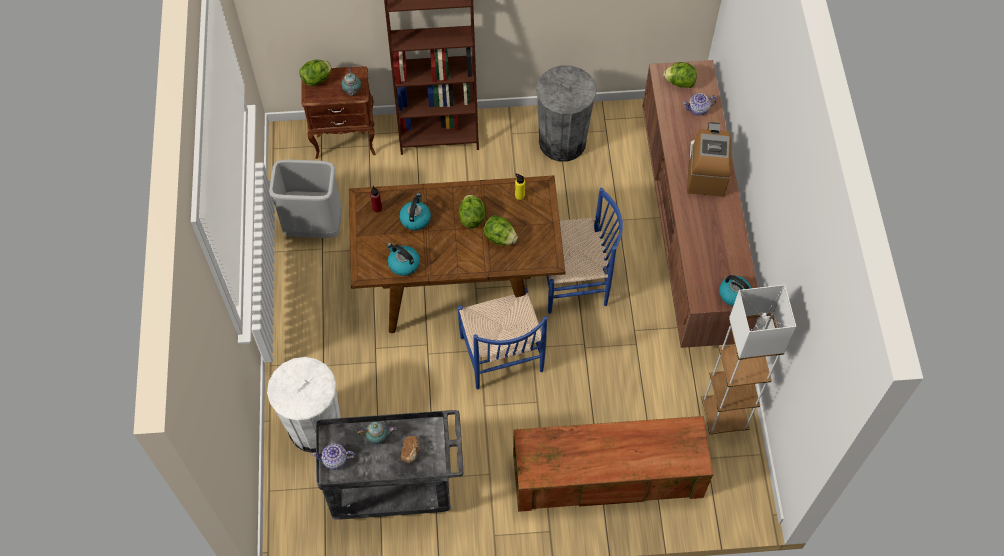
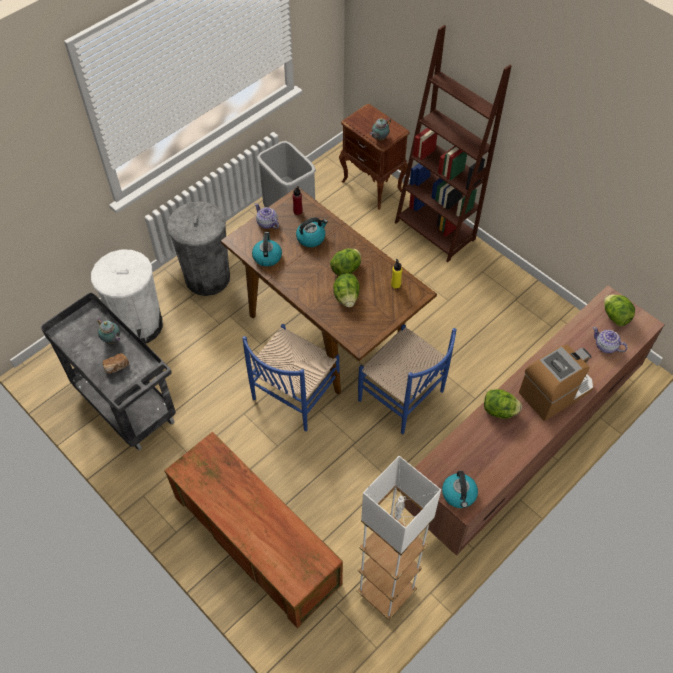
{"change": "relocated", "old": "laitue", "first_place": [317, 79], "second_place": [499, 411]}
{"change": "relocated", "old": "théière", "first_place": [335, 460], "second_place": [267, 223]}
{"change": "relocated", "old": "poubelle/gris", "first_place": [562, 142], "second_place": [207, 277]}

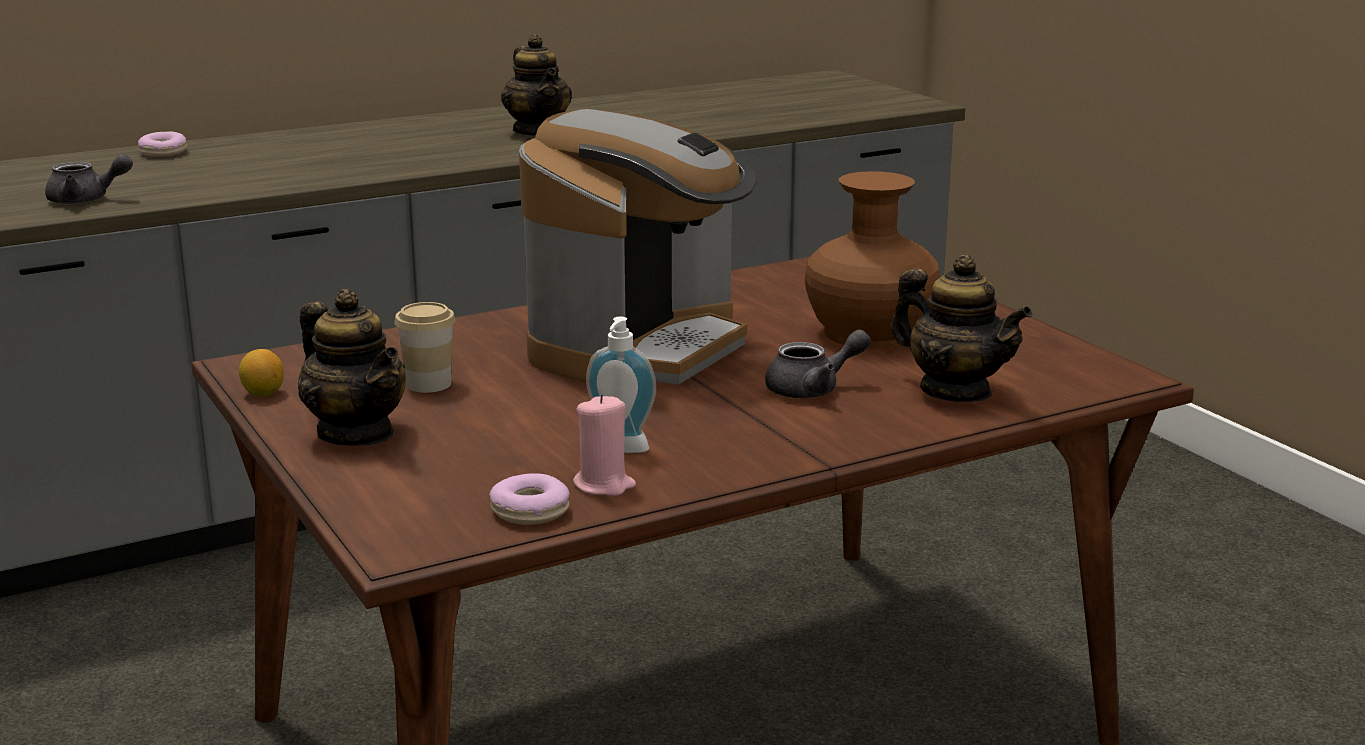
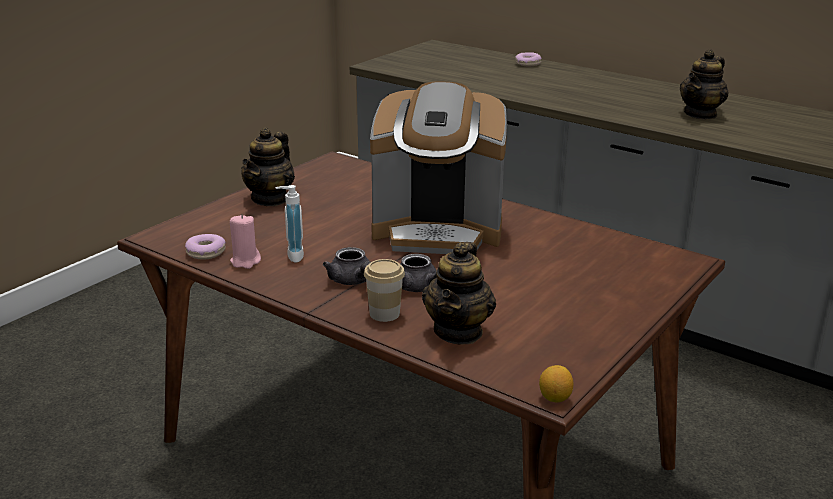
{"change": "missing", "old": "vase/marron", "first_place": [869, 332]}
{"change": "relocated", "old": "théière/gris", "first_place": [86, 200], "second_place": [353, 281]}
{"change": "relocated", "old": "citron", "first_place": [263, 393], "second_place": [554, 398]}
{"change": "relocated", "old": "tasse", "first_place": [428, 384], "second_place": [384, 314]}

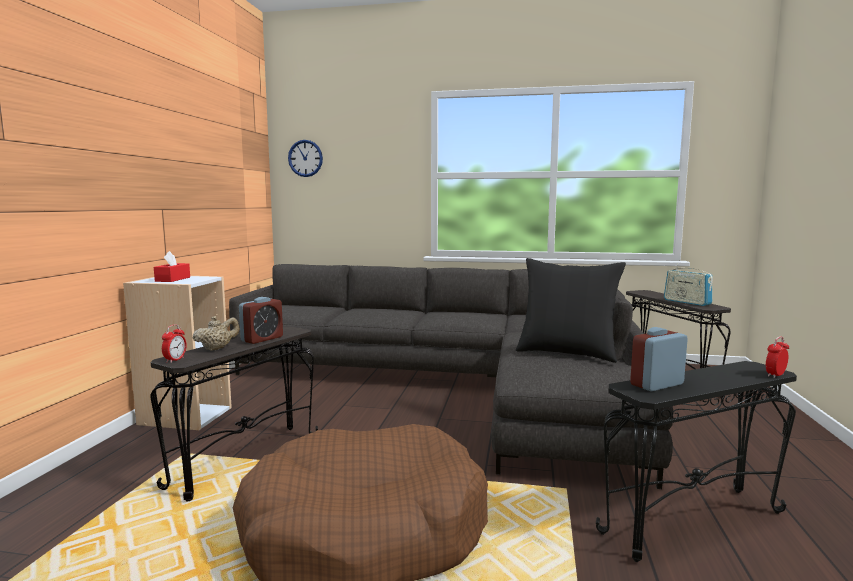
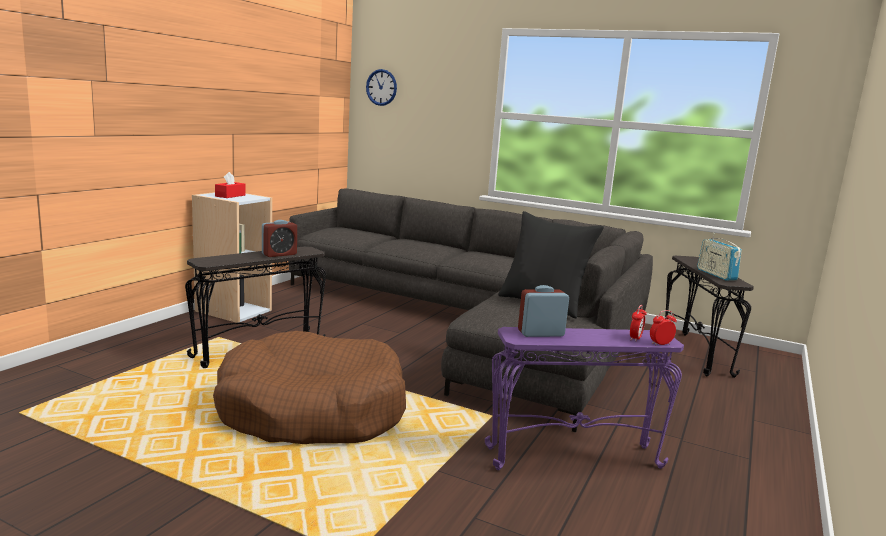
{"change": "missing", "old": "théière/beige", "first_place": [217, 348]}
{"change": "relocated", "old": "réveil", "first_place": [175, 360], "second_place": [635, 338]}
{"change": "colour", "old": "table d'appoint/noir", "new": "table d'appoint/violet", "first_place": [692, 523], "second_place": [574, 458]}

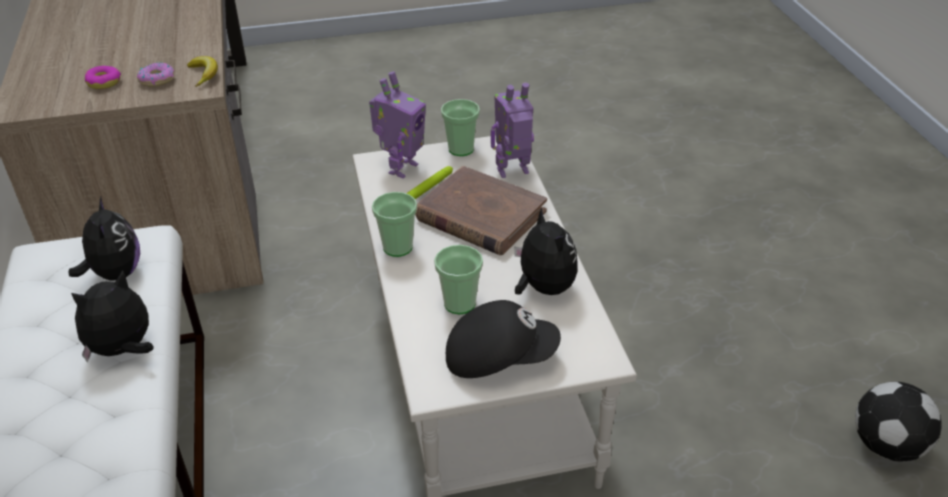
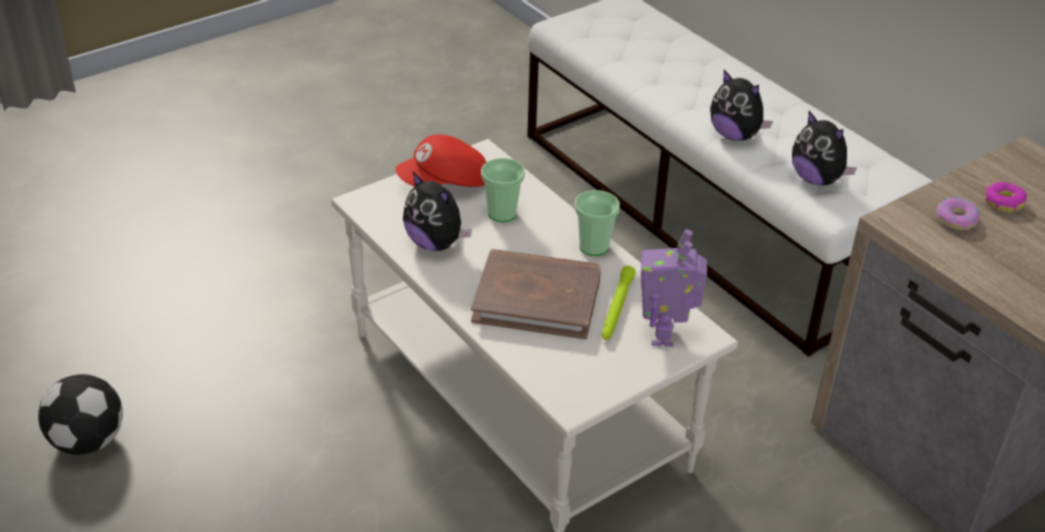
{"change": "missing", "old": "banane", "first_place": [204, 74]}
{"change": "missing", "old": "tasse", "first_place": [461, 149]}
{"change": "missing", "old": "robot jouet", "first_place": [513, 172]}
{"change": "colour", "old": "casquette/noir", "new": "casquette/rouge", "first_place": [499, 356], "second_place": [445, 184]}
{"change": "spun", "old": "peluche", "first_place": [123, 350], "second_place": [735, 135], "degrees": 105}

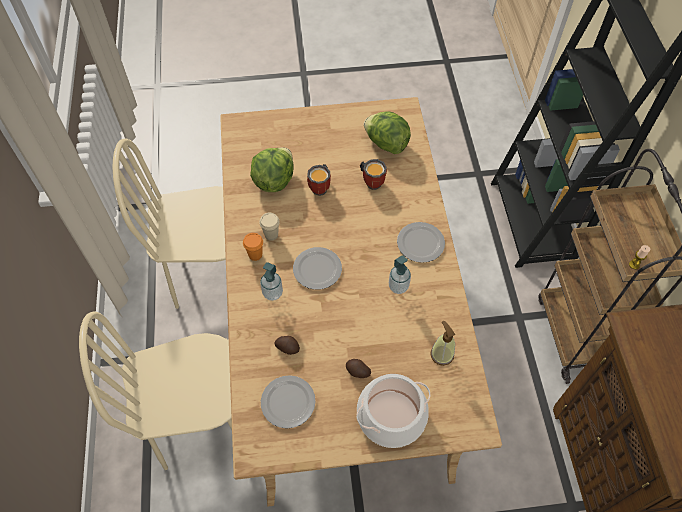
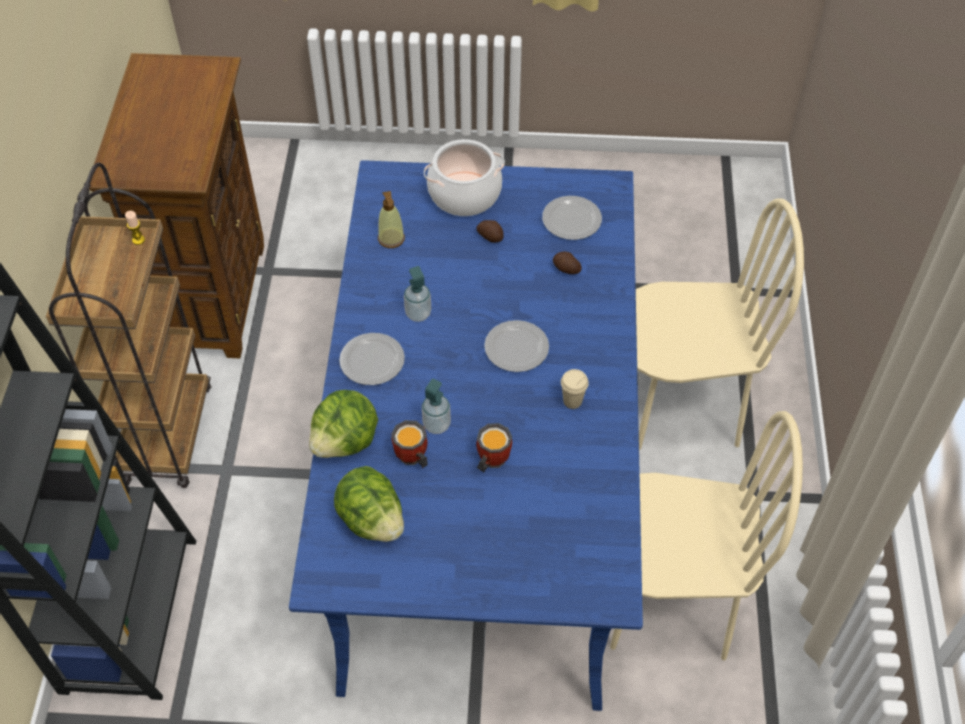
{"change": "missing", "old": "tasse/orange", "first_place": [255, 255]}
{"change": "relocated", "old": "laitue", "first_place": [273, 180], "second_place": [346, 441]}
{"change": "relocated", "old": "distributeur de savon", "first_place": [272, 293], "second_place": [436, 425]}
{"change": "colour", "old": "table à manger/beige", "new": "table à manger/bleu", "first_place": [342, 333], "second_place": [480, 486]}

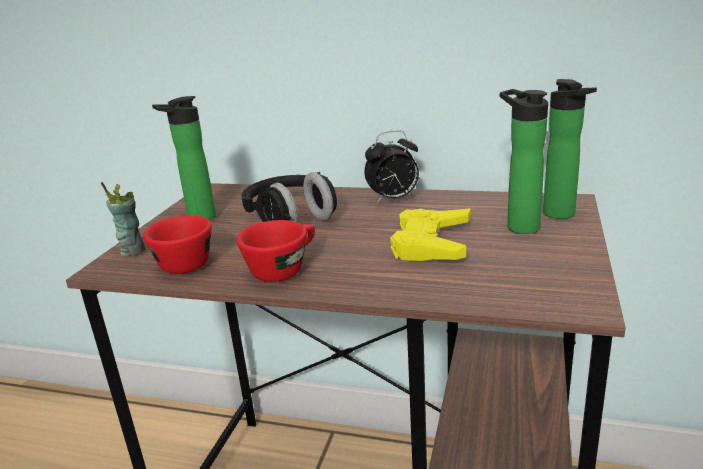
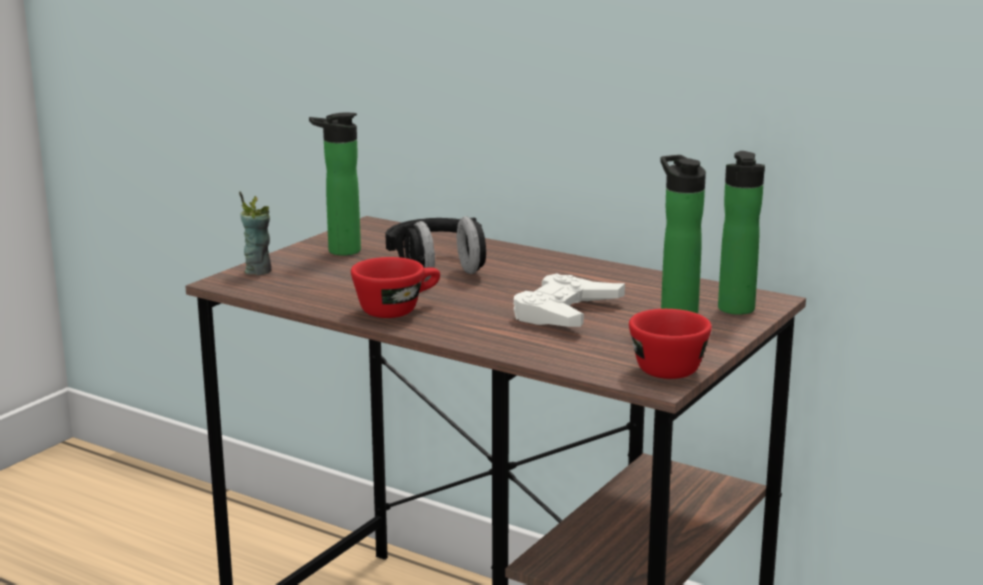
{"change": "missing", "old": "réveil", "first_place": [393, 199]}
{"change": "relocated", "old": "tasse/rouge", "first_place": [183, 262], "second_place": [665, 366]}
{"change": "colour", "old": "manette/jaune", "new": "manette/blanc", "first_place": [431, 243], "second_place": [565, 312]}

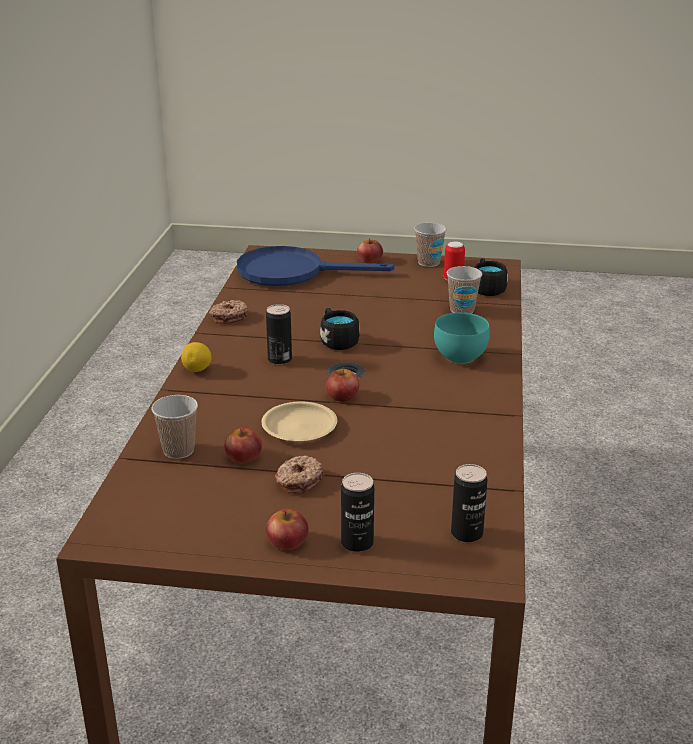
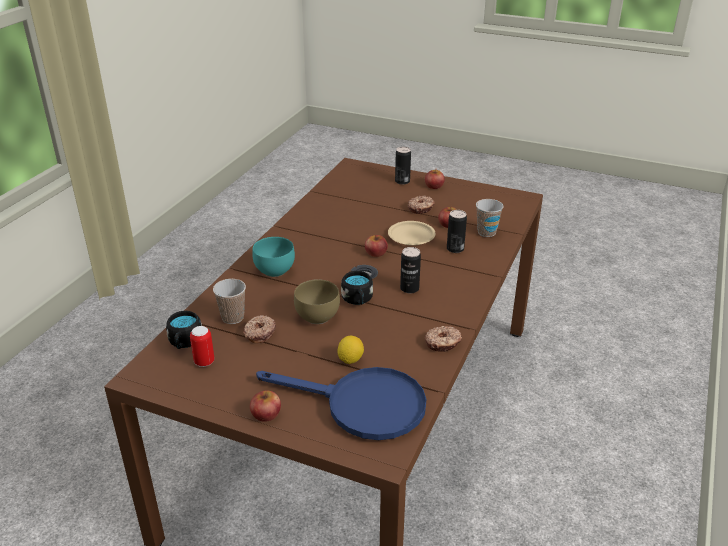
{"change": "missing", "old": "tasse", "first_place": [428, 263]}
{"change": "appeared", "new": "beignet", "second_place": [259, 333]}
{"change": "appeared", "new": "bol/marron", "second_place": [317, 316]}
{"change": "relocated", "old": "citron", "first_place": [197, 370], "second_place": [350, 359]}
{"change": "relocated", "old": "boîte métallique", "first_place": [466, 534], "second_place": [455, 249]}

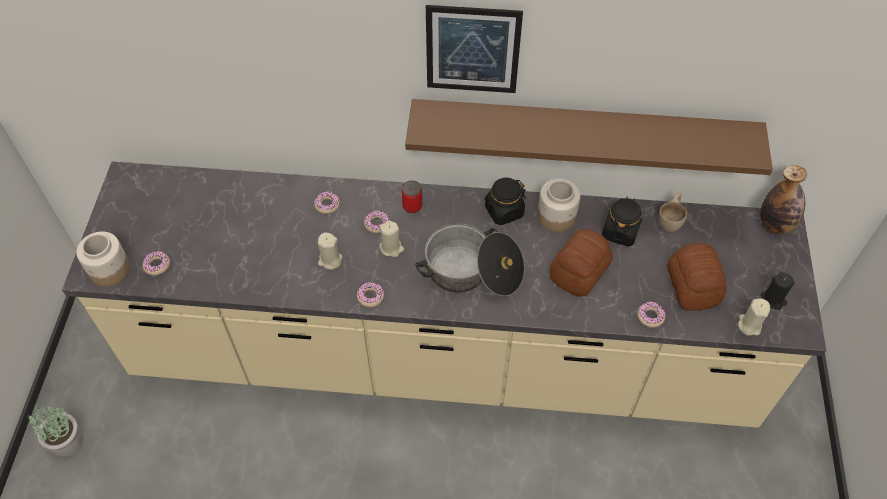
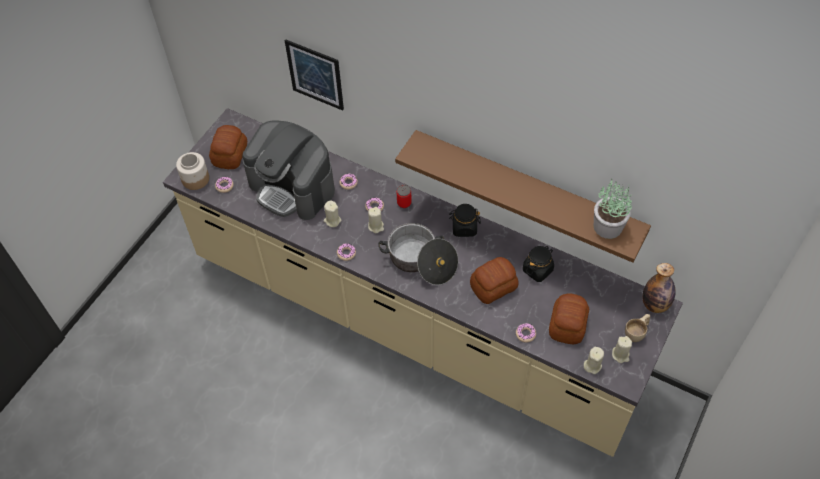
{"change": "missing", "old": "bocal", "first_place": [557, 216]}
{"change": "appeared", "new": "pain", "second_place": [231, 154]}
{"change": "appeared", "new": "machine à café", "second_place": [293, 187]}
{"change": "relocated", "old": "plante en pot", "first_place": [66, 442], "second_place": [607, 226]}
{"change": "relocated", "old": "tableau", "first_place": [472, 50], "second_place": [315, 75]}
{"change": "relocated", "old": "tasse/beige", "first_place": [671, 220], "second_place": [637, 333]}
{"change": "colour", "old": "bougie/noir", "new": "bougie/beige", "first_place": [773, 299], "second_place": [620, 355]}

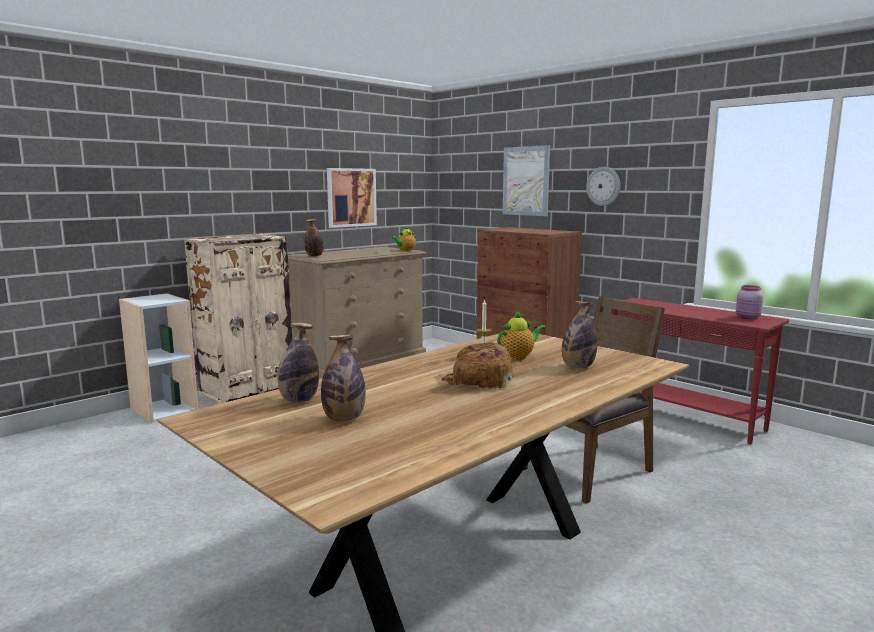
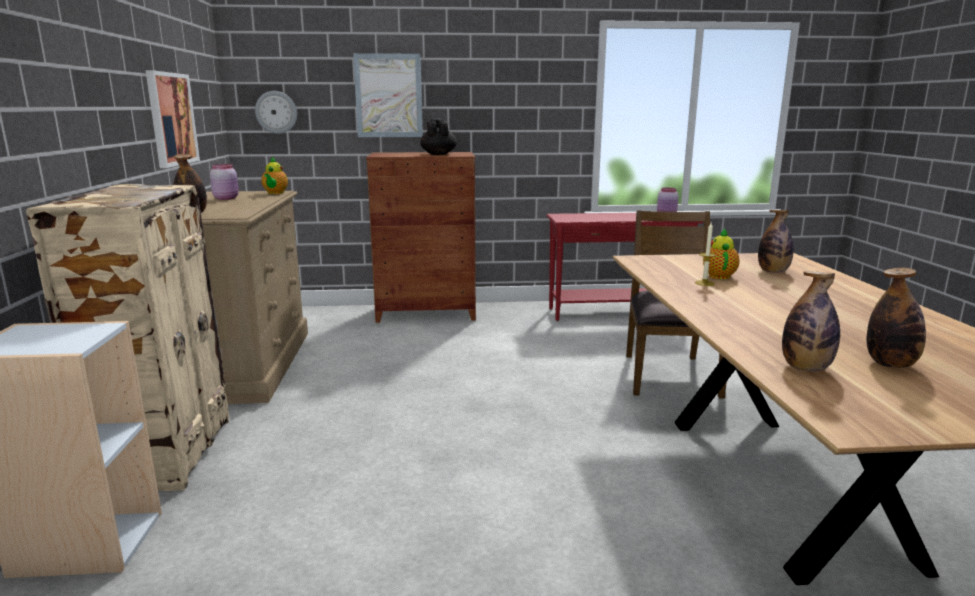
{"change": "missing", "old": "pain", "first_place": [476, 380]}
{"change": "appeared", "new": "bocal/rose", "second_place": [226, 198]}
{"change": "appeared", "new": "théière/noir", "second_place": [438, 154]}
{"change": "relocated", "old": "horloge murale", "first_place": [603, 186], "second_place": [276, 112]}

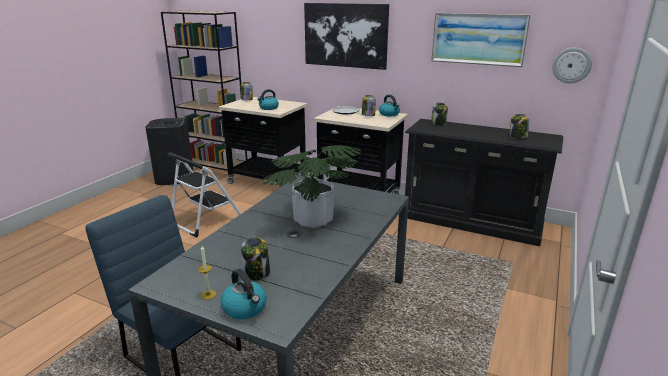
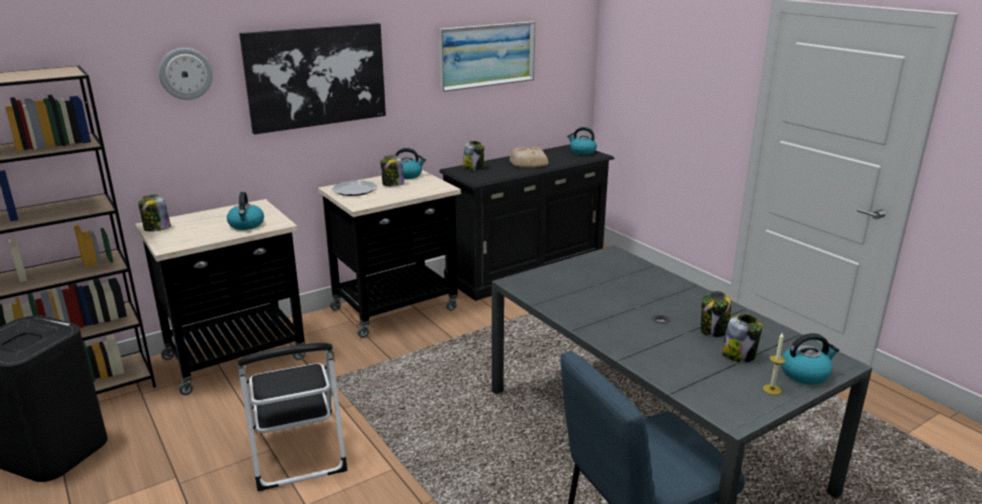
{"change": "missing", "old": "plante en pot", "first_place": [313, 220]}
{"change": "appeared", "new": "pain", "second_place": [528, 162]}
{"change": "appeared", "new": "bouilloire", "second_place": [582, 152]}
{"change": "relocated", "old": "bocal", "first_place": [517, 137], "second_place": [714, 331]}
{"change": "relocated", "old": "horloge murale", "first_place": [571, 65], "second_place": [185, 73]}

